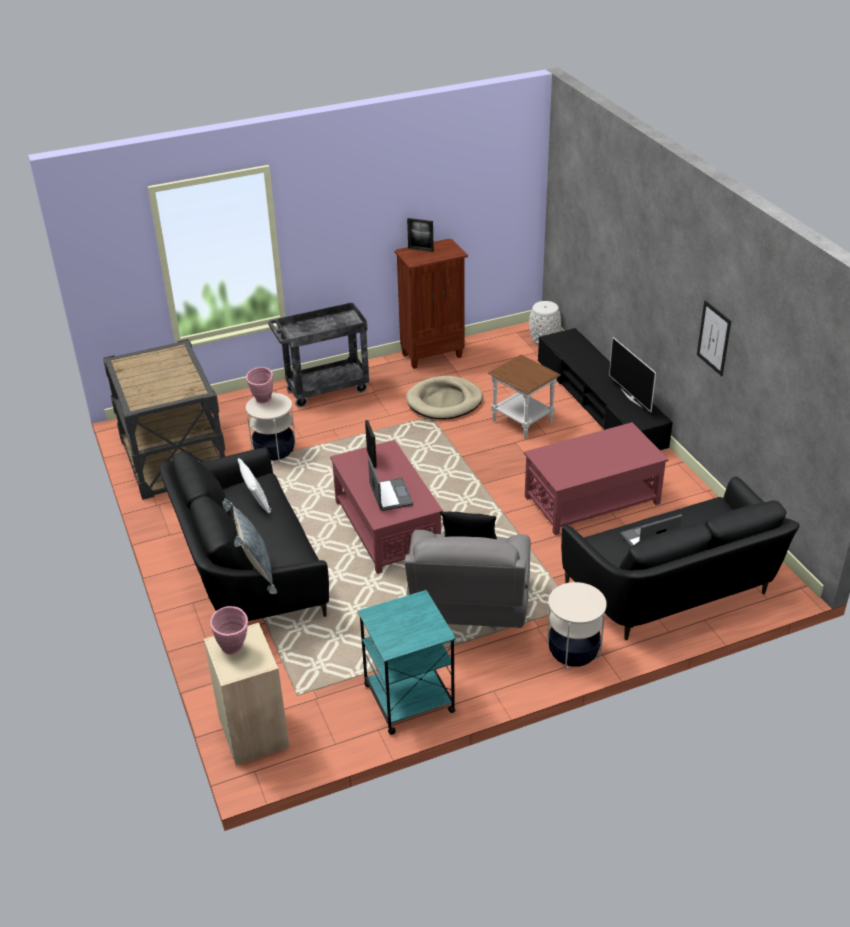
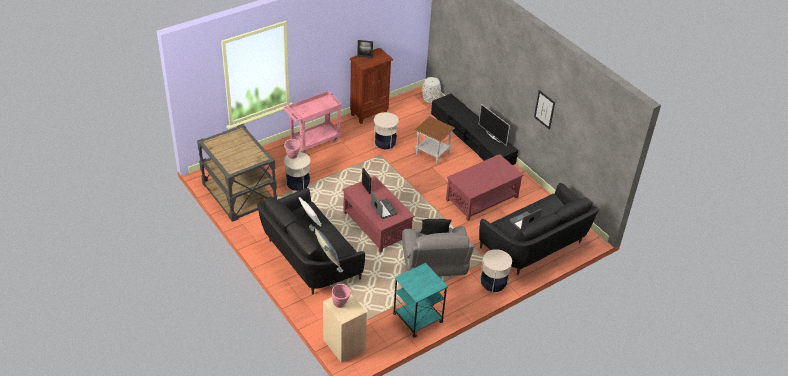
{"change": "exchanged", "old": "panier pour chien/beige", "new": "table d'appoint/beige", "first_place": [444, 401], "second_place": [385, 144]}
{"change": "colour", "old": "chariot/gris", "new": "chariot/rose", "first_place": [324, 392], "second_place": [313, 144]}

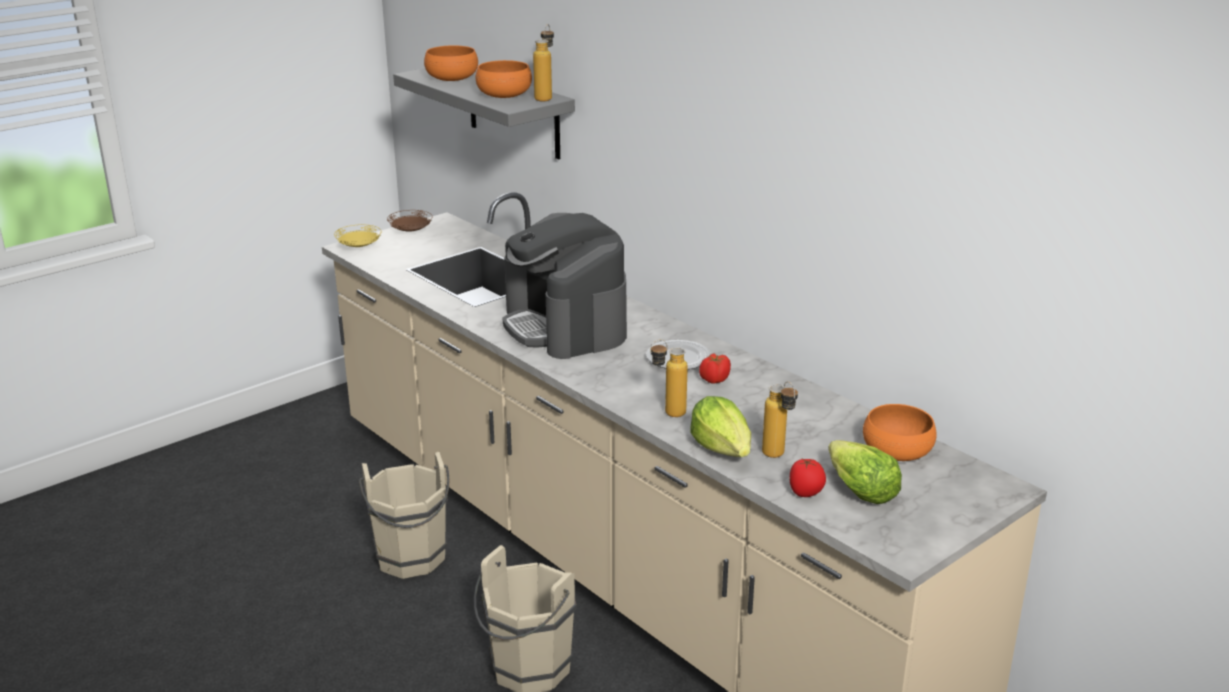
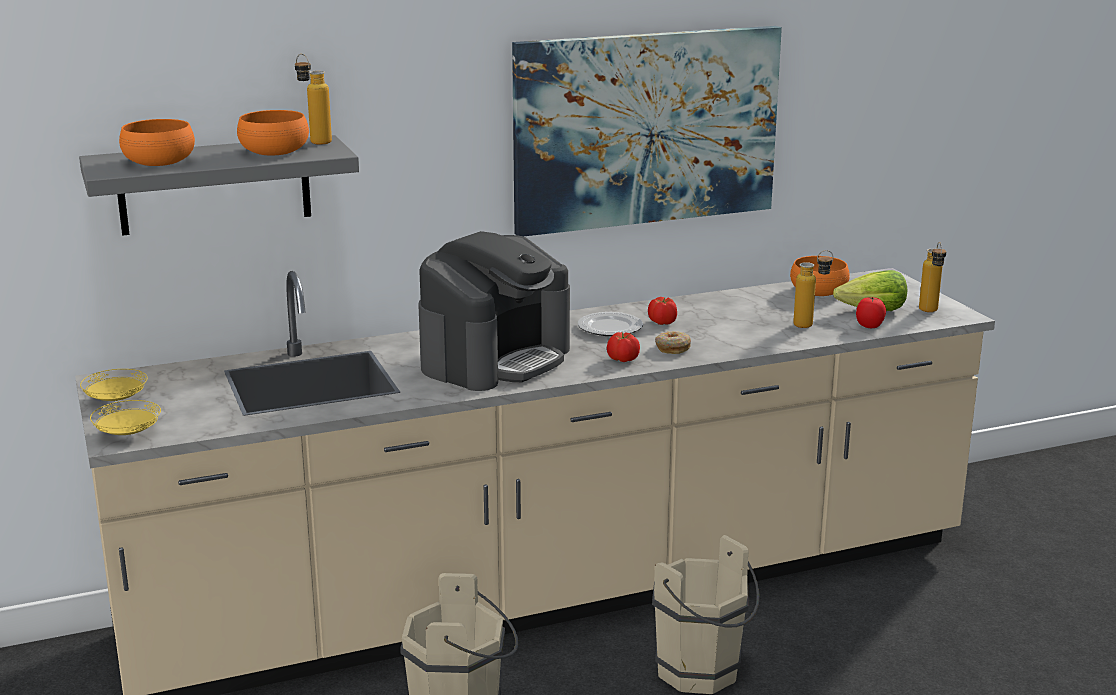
{"change": "missing", "old": "laitue", "first_place": [723, 449]}
{"change": "appeared", "new": "tableau", "second_place": [646, 128]}
{"change": "appeared", "new": "tomate", "second_place": [623, 359]}
{"change": "appeared", "new": "beignet", "second_place": [672, 348]}
{"change": "relocated", "old": "bouteille", "first_place": [667, 414], "second_place": [930, 312]}
{"change": "colour", "old": "assiette/marron", "new": "assiette/jaune", "first_place": [410, 231], "second_place": [116, 401]}
{"change": "spun", "old": "machine à café", "first_place": [565, 326], "second_place": [496, 359], "degrees": -45}

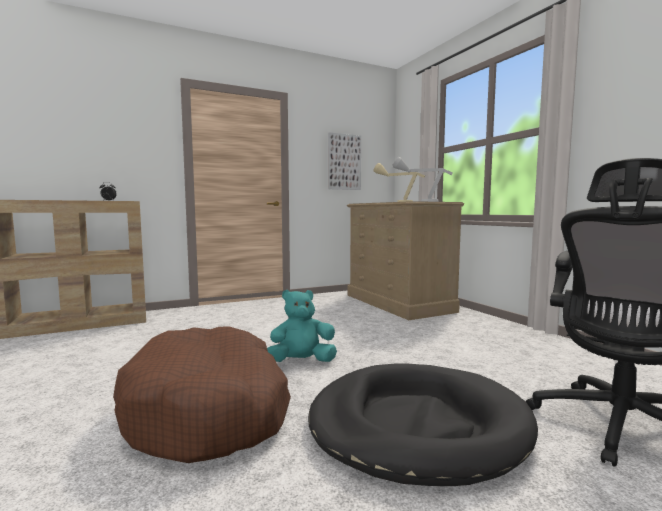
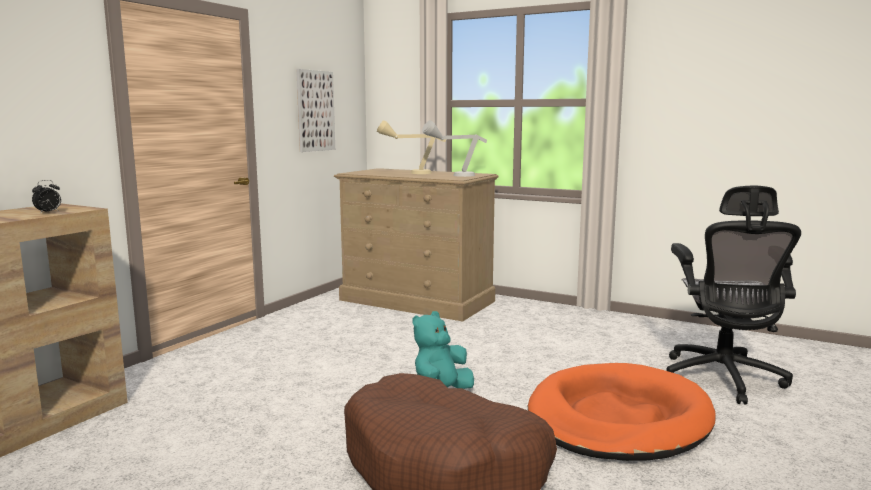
{"change": "colour", "old": "panier pour chien/noir", "new": "panier pour chien/orange", "first_place": [416, 426], "second_place": [618, 419]}

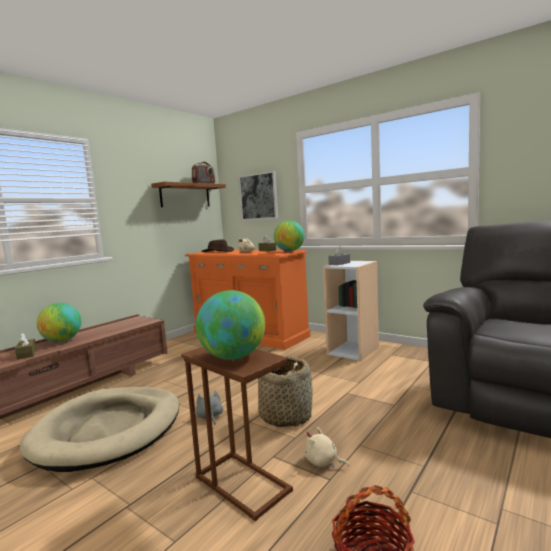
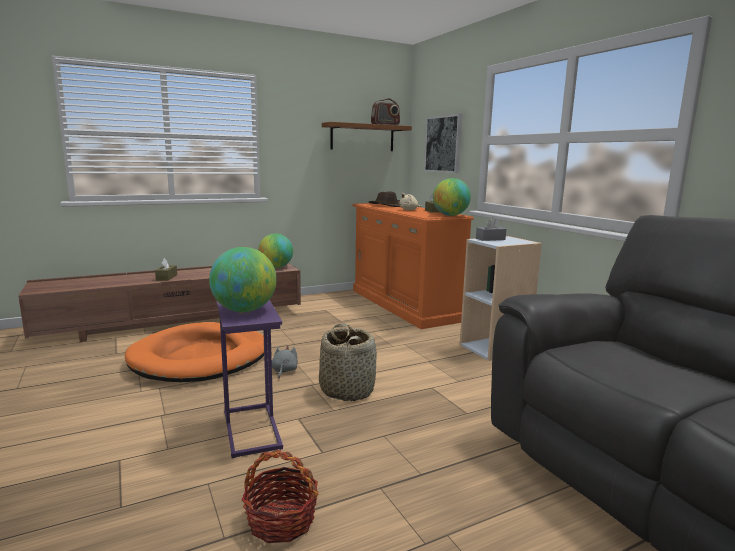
{"change": "missing", "old": "peluche/beige", "first_place": [323, 462]}
{"change": "relocated", "old": "globe", "first_place": [62, 341], "second_place": [276, 267]}
{"change": "colour", "old": "panier pour chien/beige", "new": "panier pour chien/orange", "first_place": [109, 430], "second_place": [201, 358]}
{"change": "colour", "old": "table d'appoint/marron", "new": "table d'appoint/violet", "first_place": [241, 484], "second_place": [251, 429]}

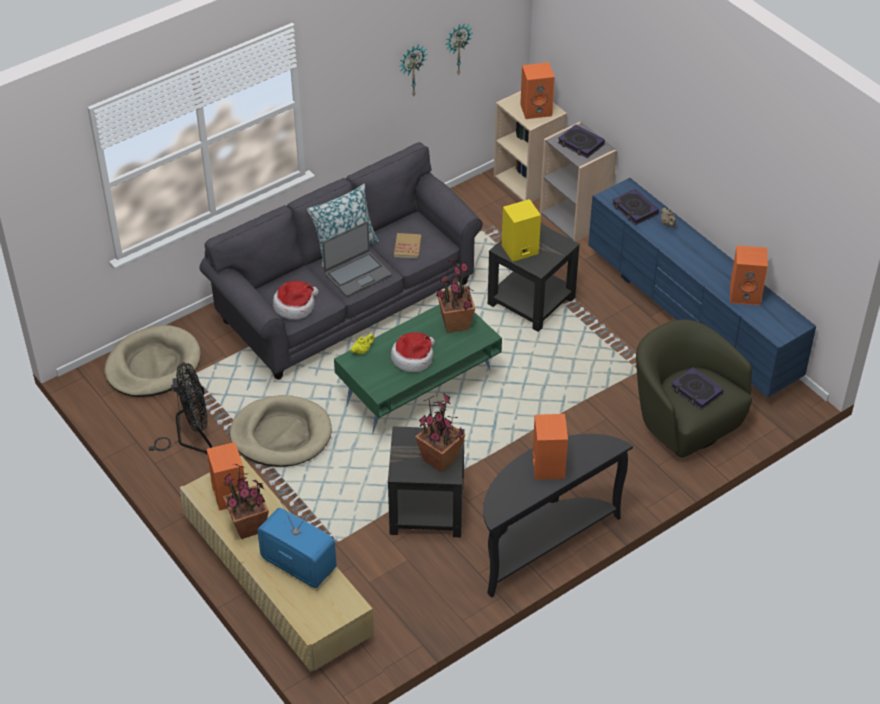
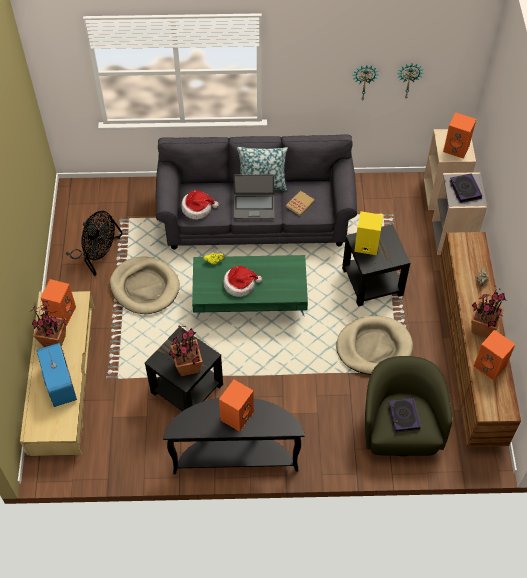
{"change": "missing", "old": "livre", "first_place": [634, 209]}
{"change": "relocated", "old": "panier pour chien/beige", "first_place": [153, 365], "second_place": [374, 347]}
{"change": "relocated", "old": "plante en pot", "first_place": [455, 323], "second_place": [482, 328]}
{"change": "colour", "old": "meuble de rangement/bleu", "new": "meuble de rangement/marron", "first_place": [691, 319], "second_place": [469, 355]}

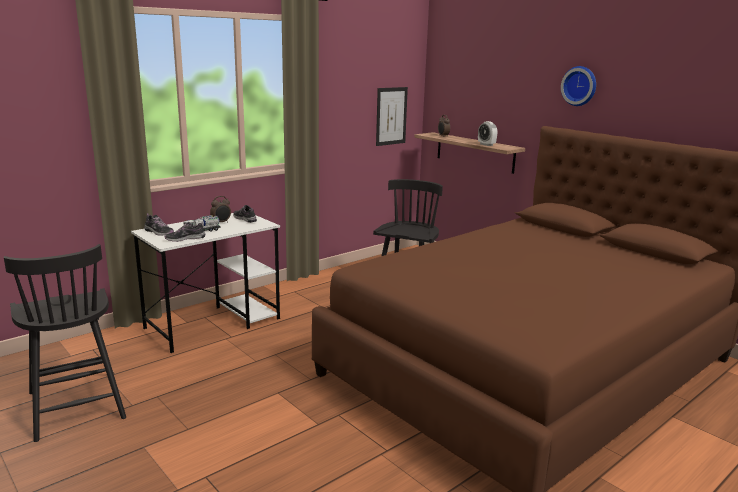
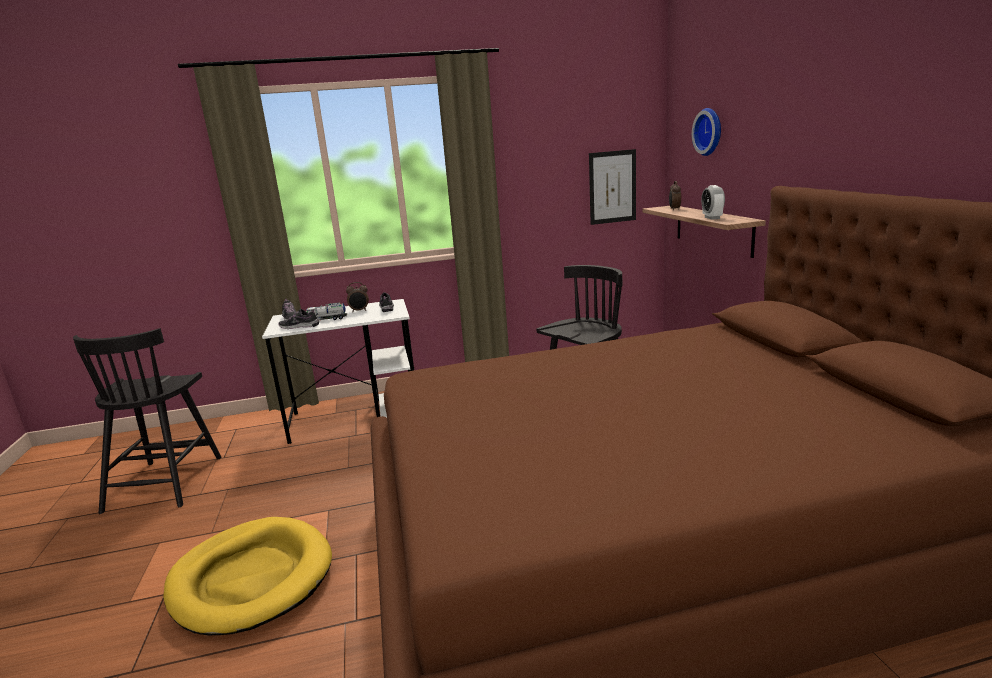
{"change": "appeared", "new": "panier pour chien/jaune", "second_place": [251, 578]}
{"change": "relocated", "old": "horloge murale", "first_place": [580, 86], "second_place": [710, 131]}

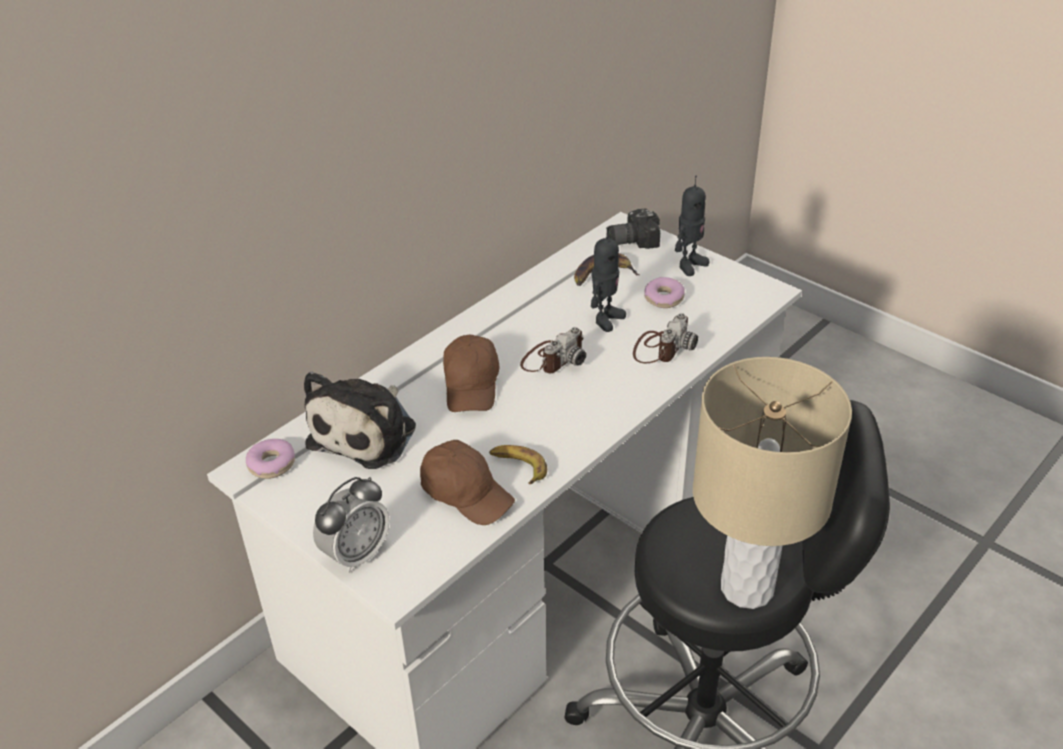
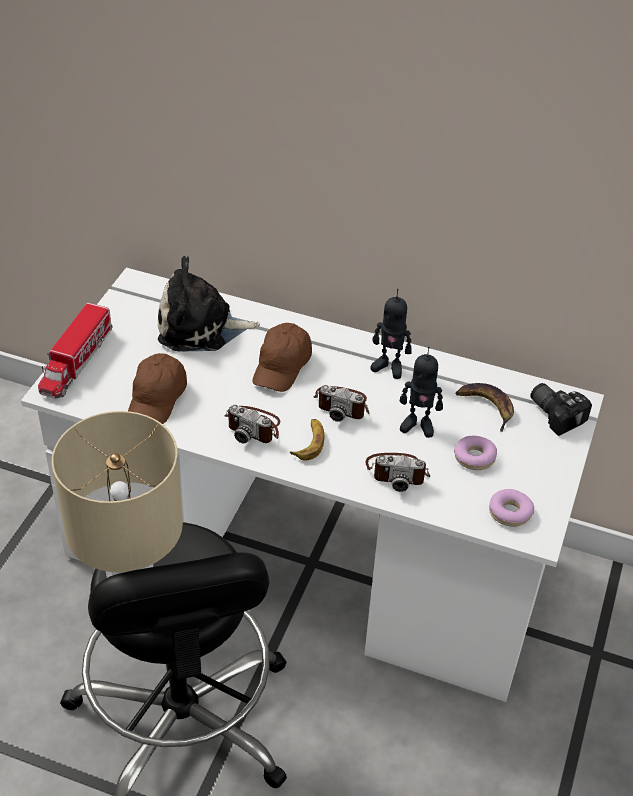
{"change": "appeared", "new": "appareil photo", "second_place": [254, 427]}
{"change": "relocated", "old": "beignet", "first_place": [272, 464], "second_place": [510, 513]}
{"change": "relocated", "old": "banane", "first_place": [518, 467], "second_place": [309, 442]}
{"change": "relocated", "old": "robot jouet", "first_place": [689, 265], "second_place": [389, 366]}
{"change": "exchanged", "old": "réveil", "new": "camion jouet", "first_place": [356, 554], "second_place": [76, 362]}
{"change": "spun", "old": "casquette/marron", "first_place": [472, 385], "second_place": [282, 366], "degrees": -45}

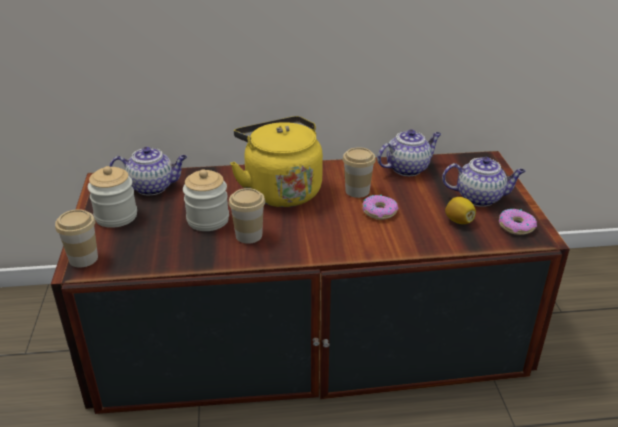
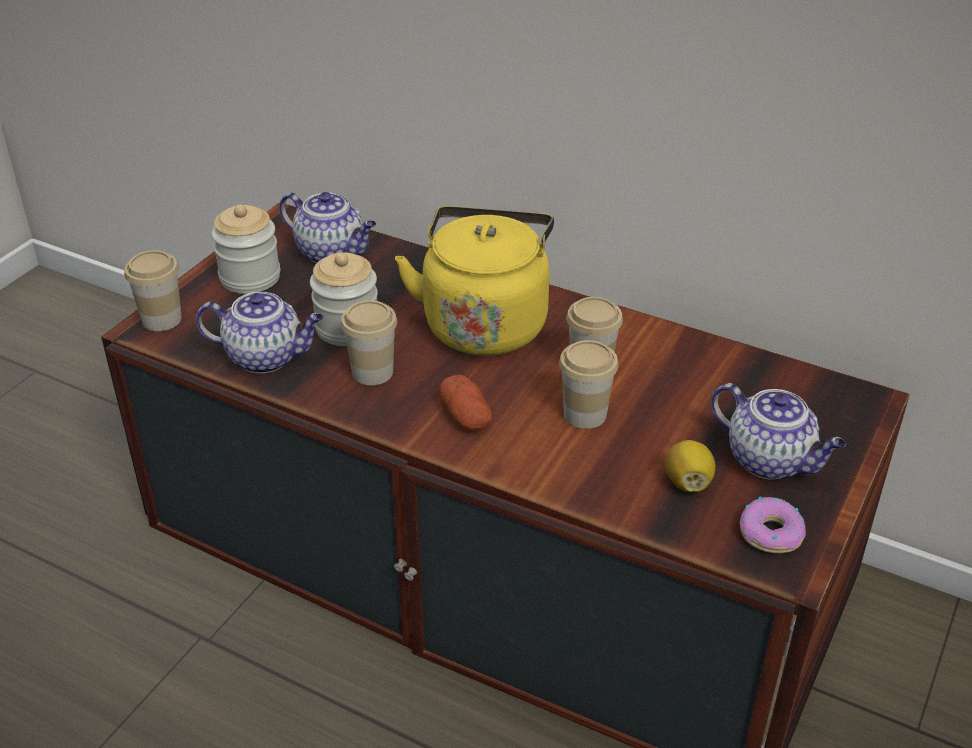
{"change": "appeared", "new": "pomme de terre", "second_place": [465, 417]}
{"change": "relocated", "old": "théière", "first_place": [408, 168], "second_place": [267, 357]}
{"change": "exchanged", "old": "beignet", "new": "tasse", "first_place": [379, 211], "second_place": [585, 414]}

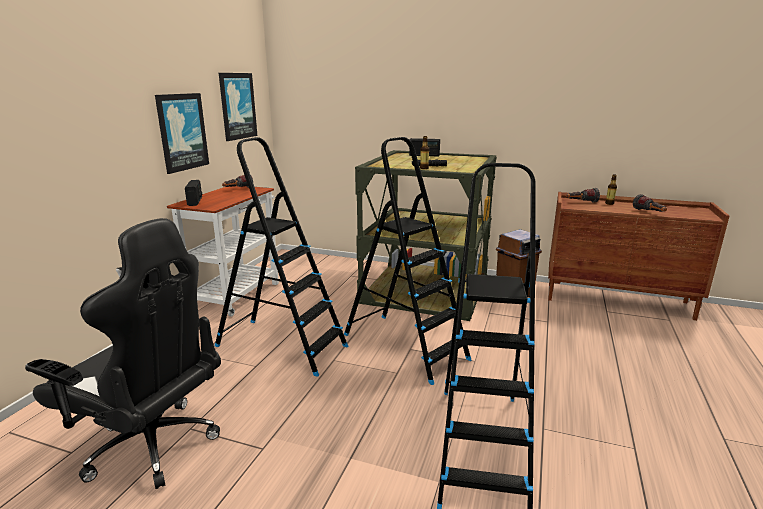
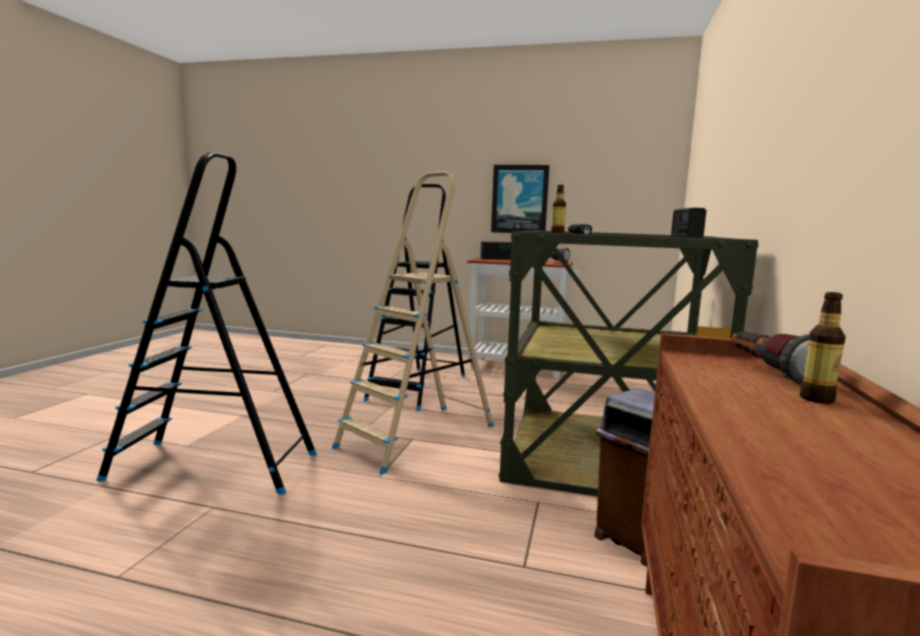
{"change": "missing", "old": "chaise de bureau/noir", "first_place": [146, 443]}
{"change": "missing", "old": "tableau", "first_place": [237, 106]}
{"change": "missing", "old": "lampe de poche", "first_place": [649, 213]}
{"change": "colour", "old": "escabeau/noir", "new": "escabeau/beige", "first_place": [405, 346], "second_place": [417, 436]}

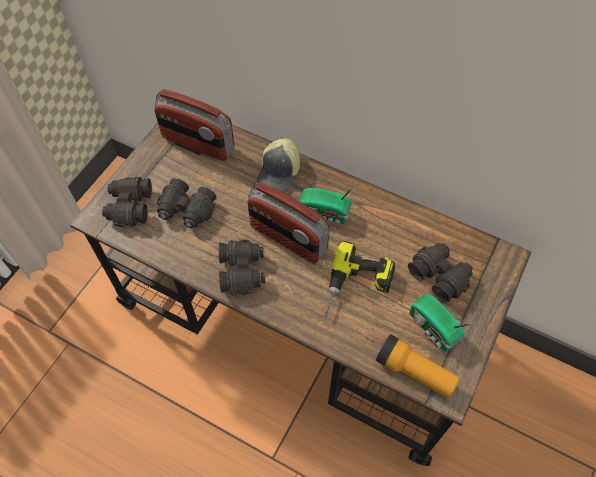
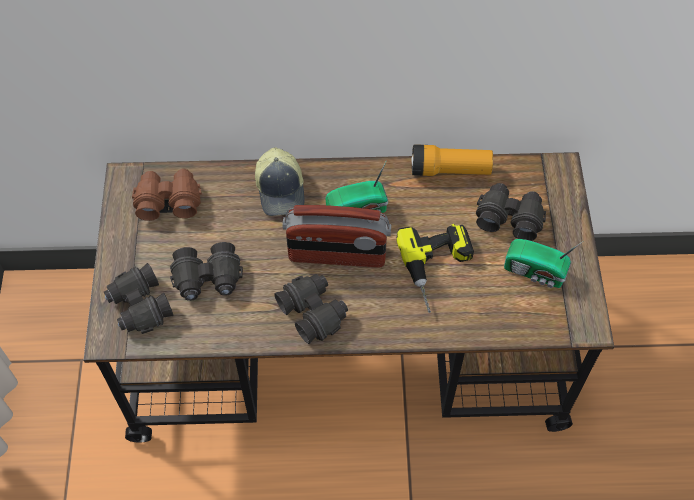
{"change": "relocated", "old": "lampe de poche", "first_place": [415, 372], "second_place": [450, 170]}
{"change": "exchanged", "old": "radio", "new": "jumelles/marron", "first_place": [198, 143], "second_place": [168, 200]}

